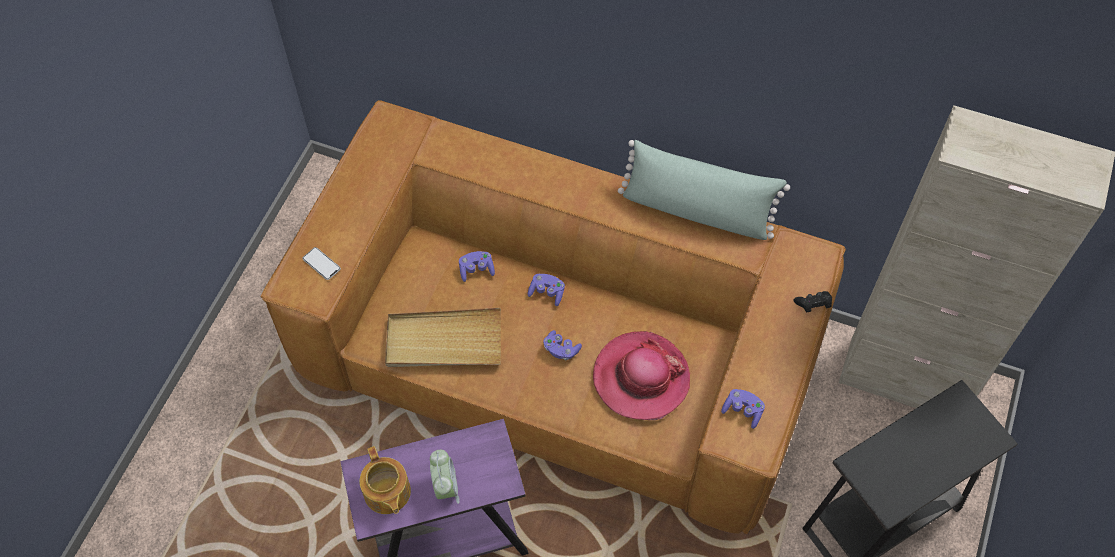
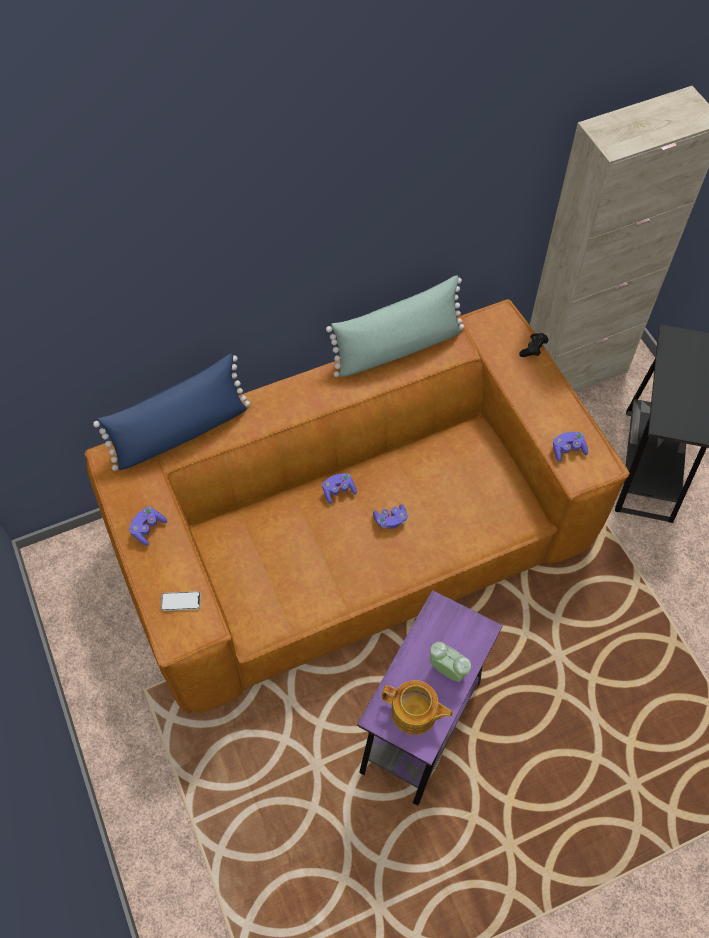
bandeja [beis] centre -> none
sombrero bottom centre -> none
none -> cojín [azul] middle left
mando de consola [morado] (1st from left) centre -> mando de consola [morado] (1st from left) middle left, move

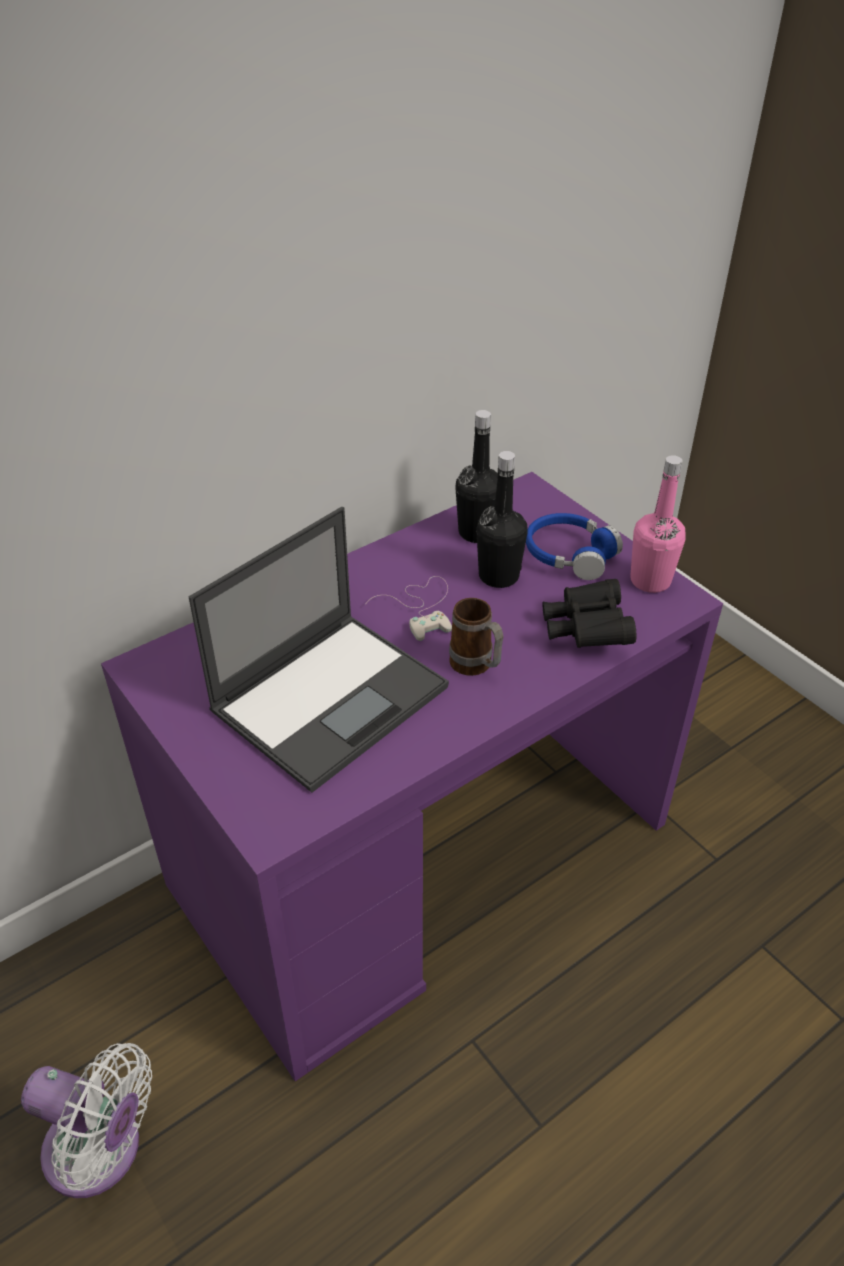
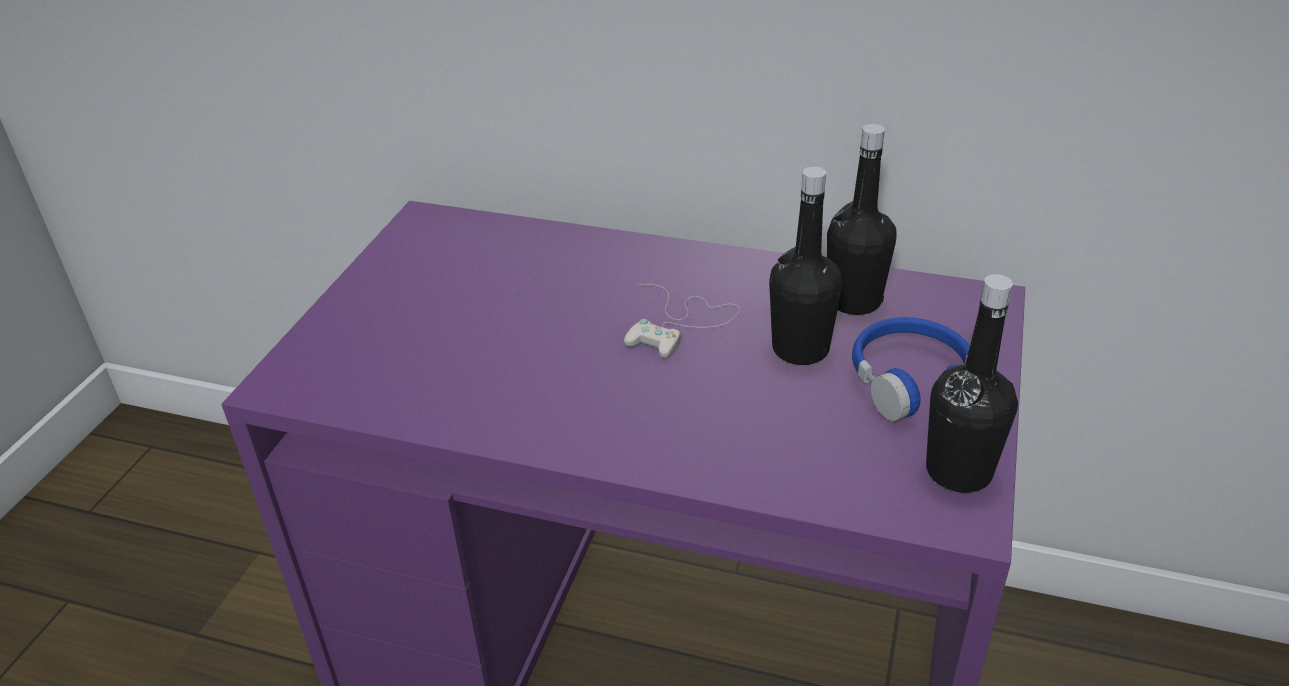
ventilador [blanco] bottom left -> none
portátil centre -> none
taza grande centre -> none
prismáticos [negro] middle right -> none
botella [rosa] middle right -> botella [negro] (3rd from left) middle right

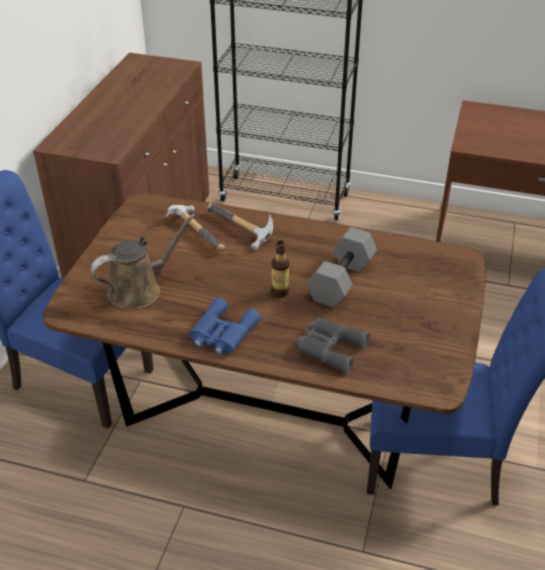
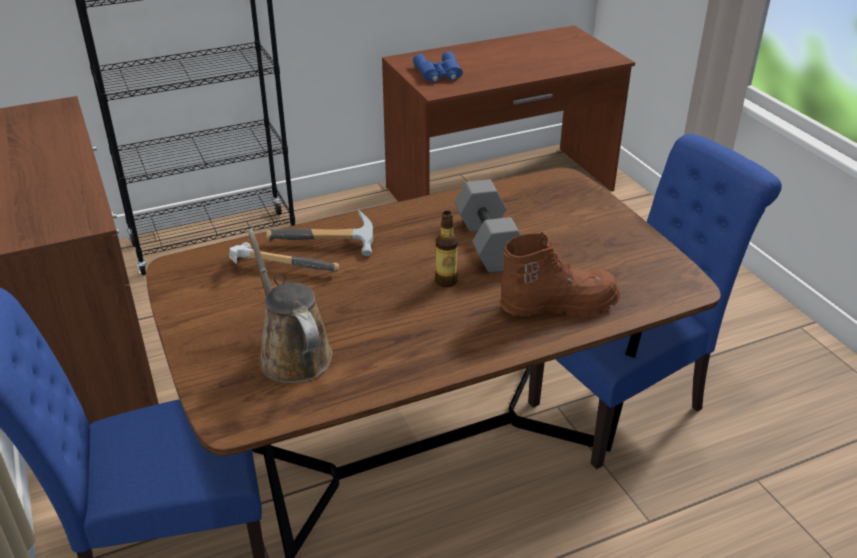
prismáticos [azul] centre -> prismáticos [azul] top centre, move
prismáticos [gris] centre -> bota [marrón] centre
regadera [marrón] middle left -> regadera [marrón] centre, 45 degrees counterclockwise

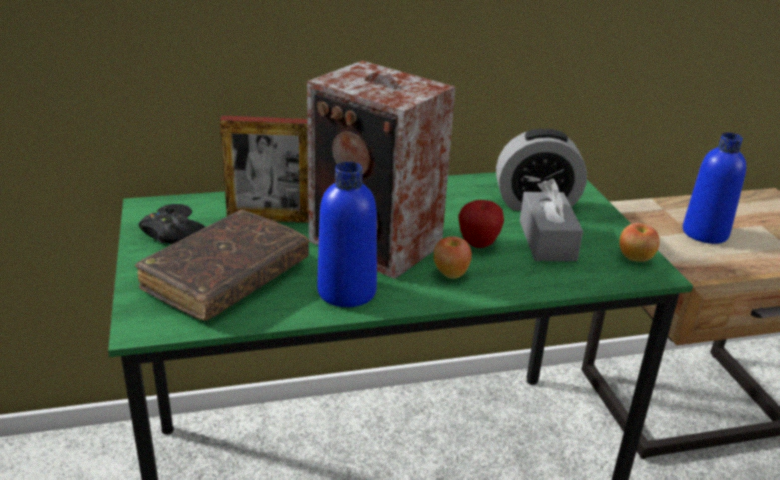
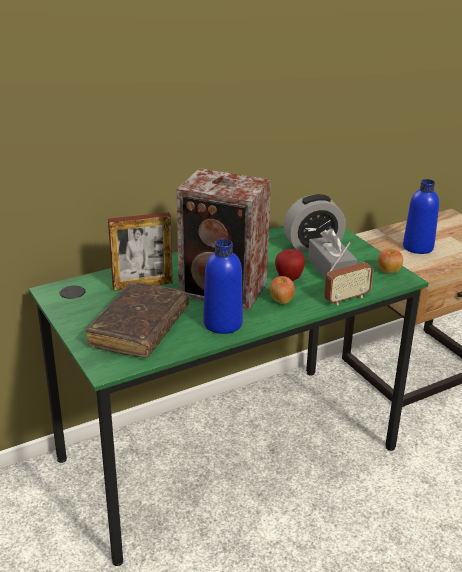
mando de consola [negro] middle left -> none
none -> radio middle right

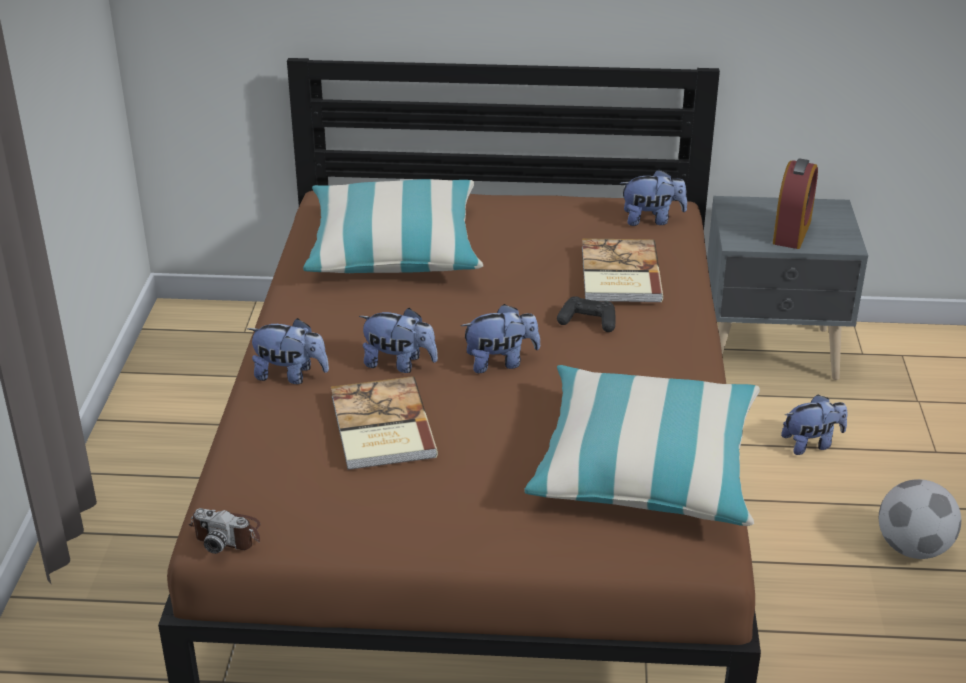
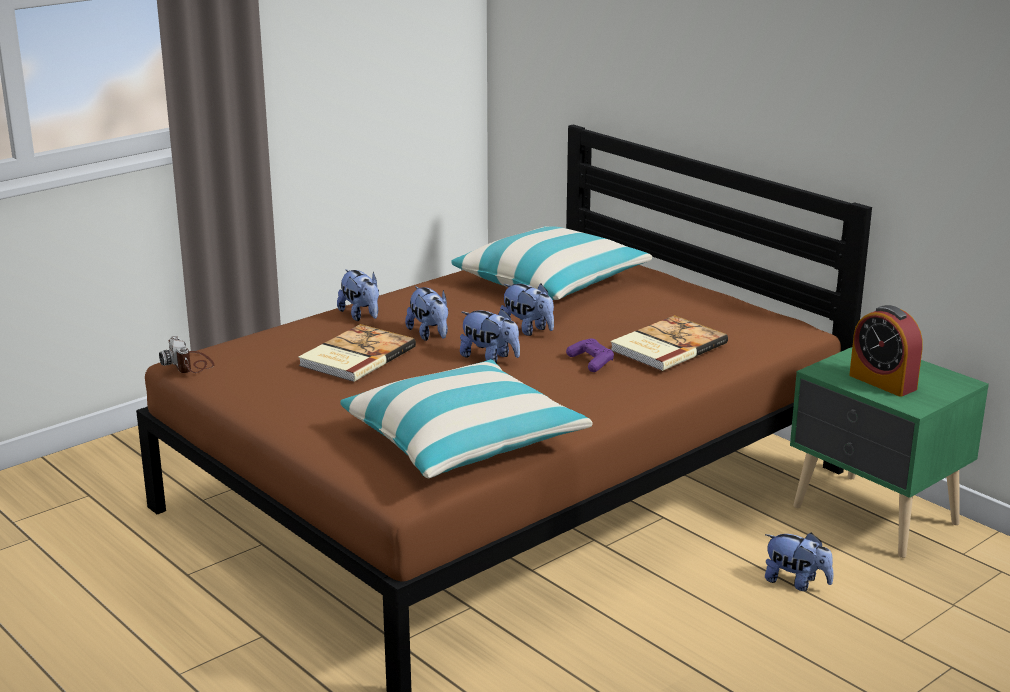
balón de fútbol bottom right -> none
peluche (4th from left) top right -> peluche (4th from left) centre, move
mando de consola [negro] centre -> mando de consola [morado] centre
mesita de noche [gris] middle right -> mesita de noche [verde] middle right
despertador top right -> despertador middle right, 75 degrees clockwise

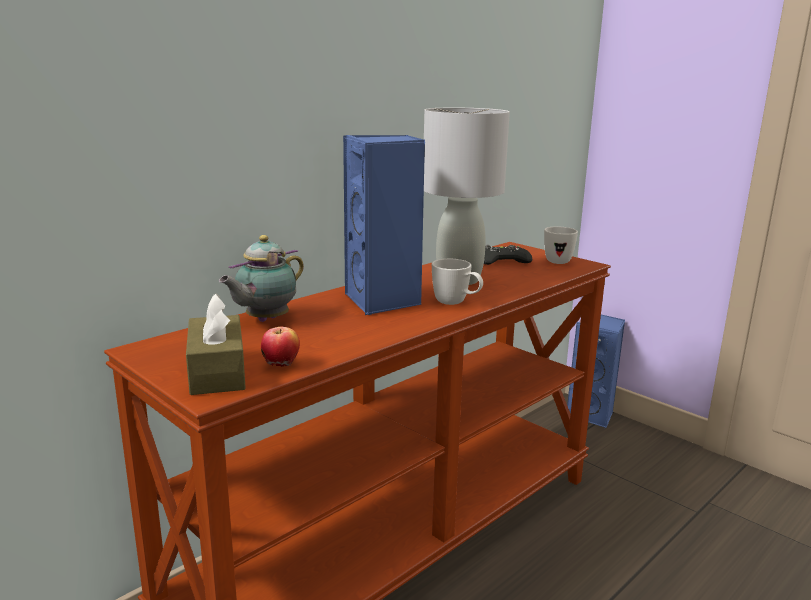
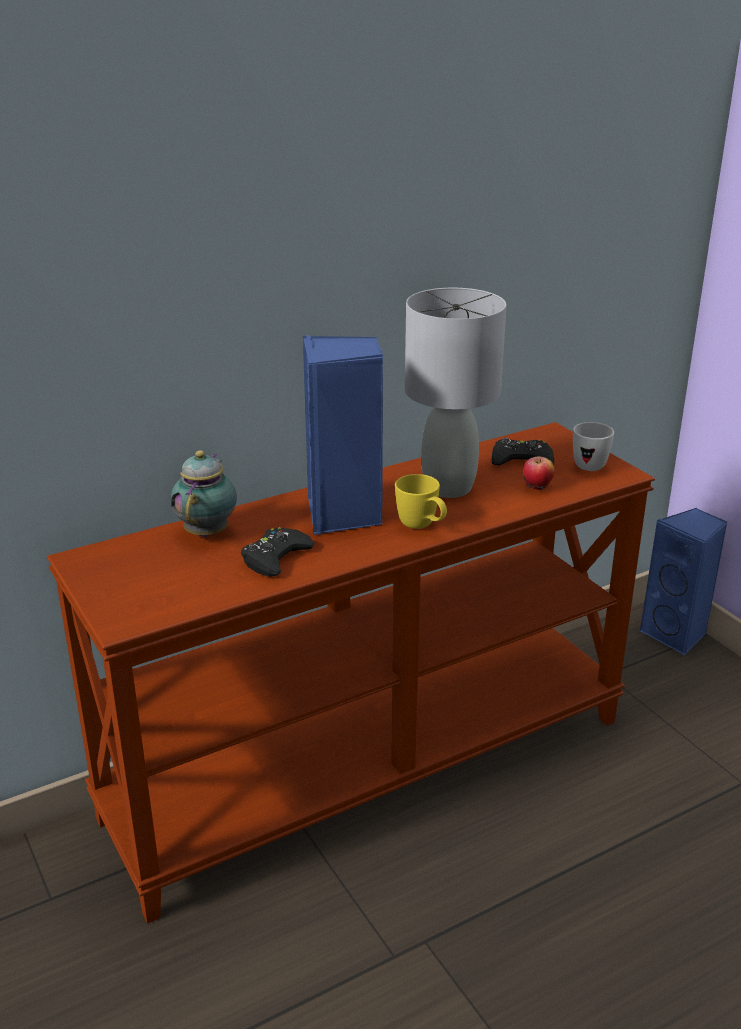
caja de pañuelos [marrón] middle left -> none
none -> mando de consola [negro] (1st from left) centre
manzana centre -> manzana middle right, move
taza grande [blanco] (1st from left) centre -> taza grande [amarillo] centre
tetera middle left, 135 degrees clockwise

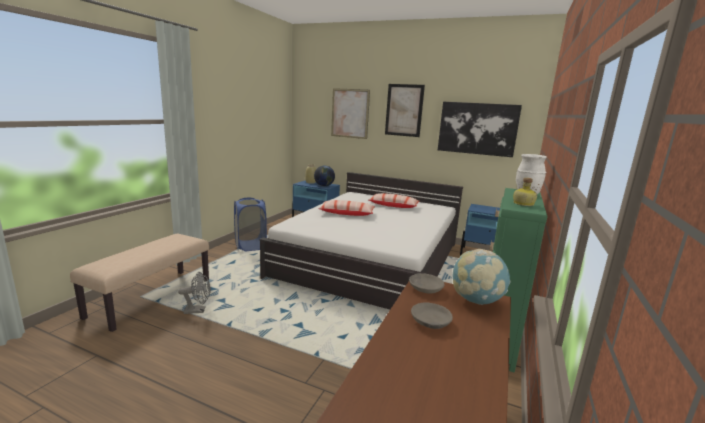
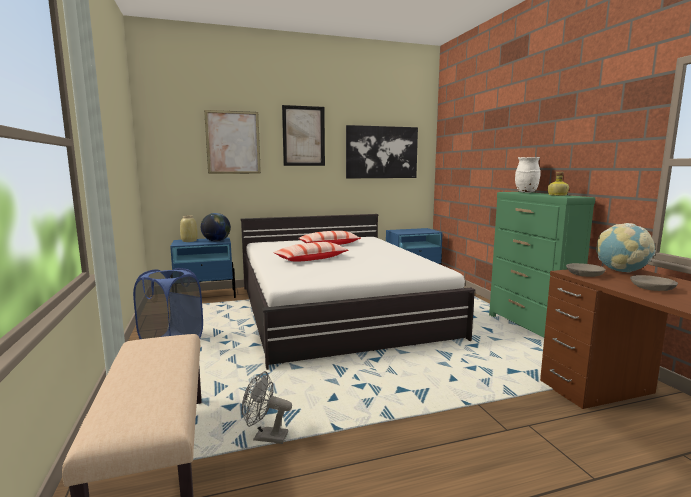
ventilador [gris] bottom left -> ventilador [gris] bottom centre, 120 degrees counterclockwise

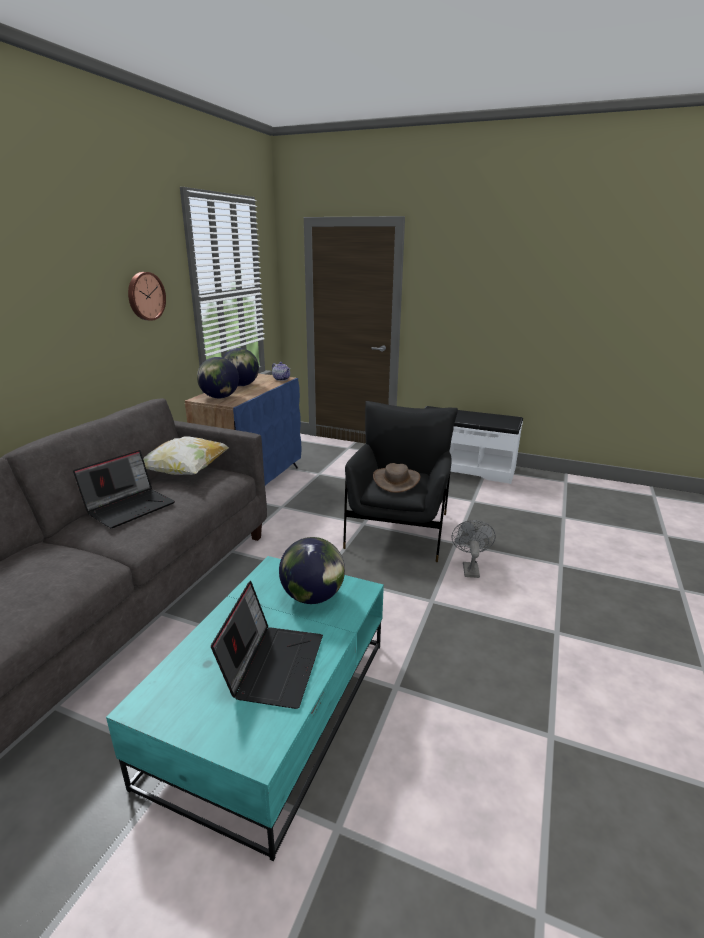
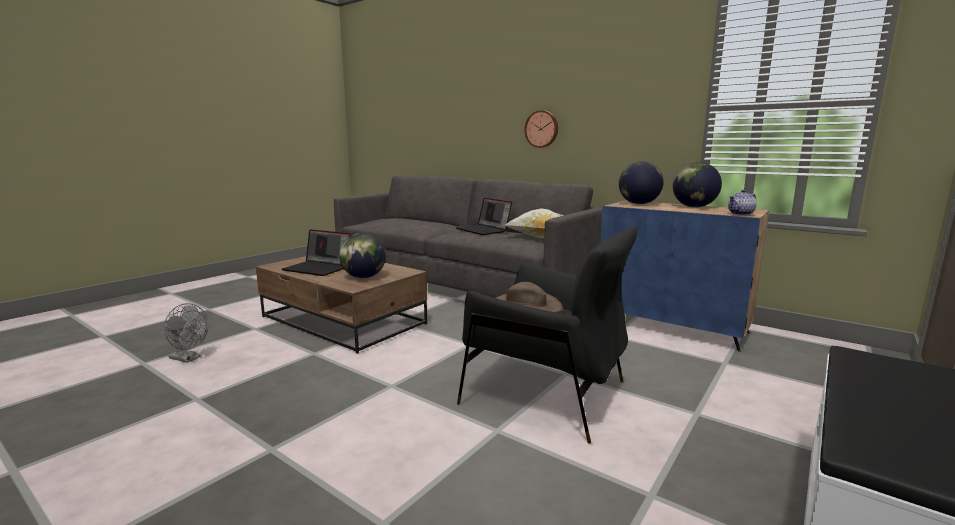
reloj de pared top left -> reloj de pared top centre, move
ventilador [gris] middle right -> ventilador [gris] middle left, move
mesa de centro [turquesa] bottom centre -> mesa de centro [marrón] centre

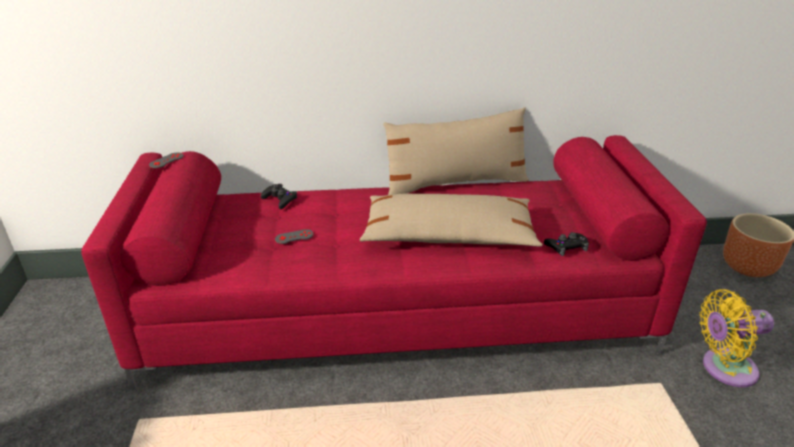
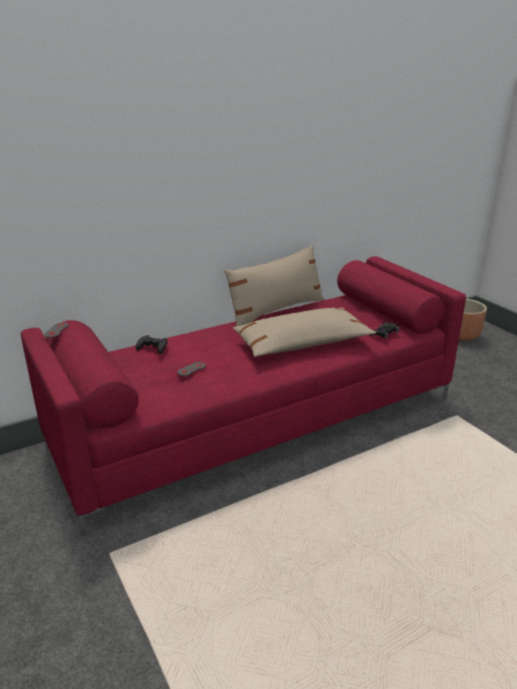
ventilador [amarillo] bottom right -> none

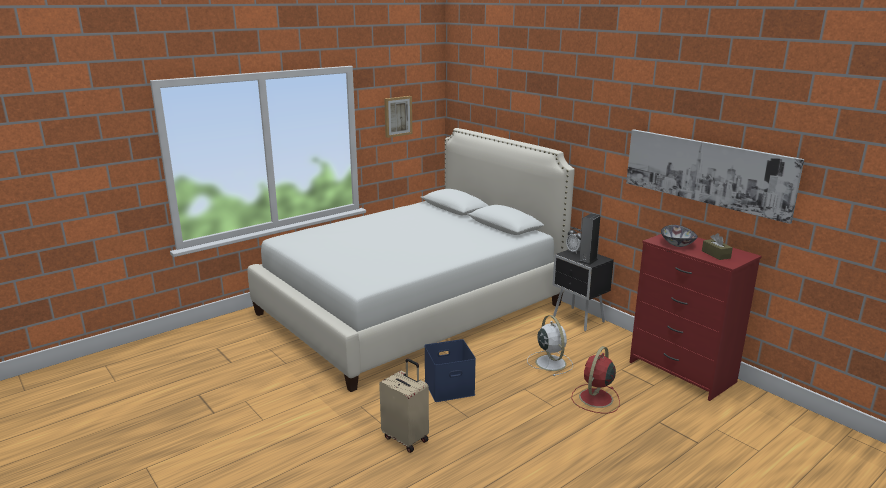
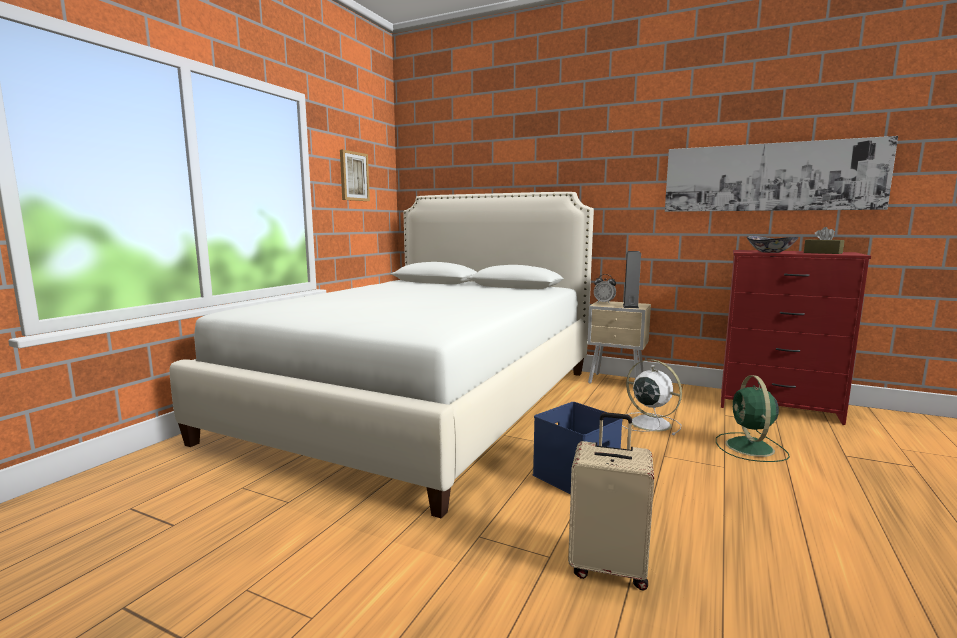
mesita de noche [negro] centre -> mesita de noche [beis] centre
ventilador [rojo] bottom right -> ventilador [verde] middle right

